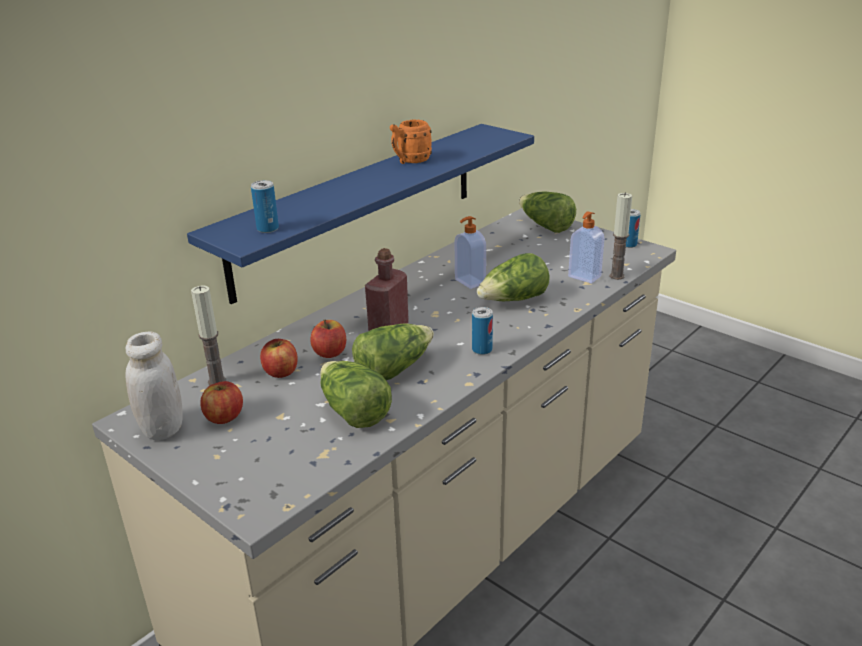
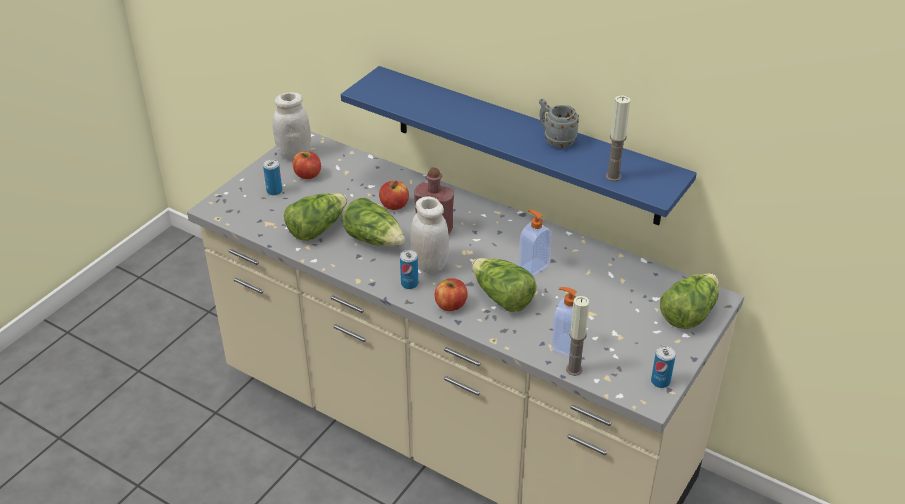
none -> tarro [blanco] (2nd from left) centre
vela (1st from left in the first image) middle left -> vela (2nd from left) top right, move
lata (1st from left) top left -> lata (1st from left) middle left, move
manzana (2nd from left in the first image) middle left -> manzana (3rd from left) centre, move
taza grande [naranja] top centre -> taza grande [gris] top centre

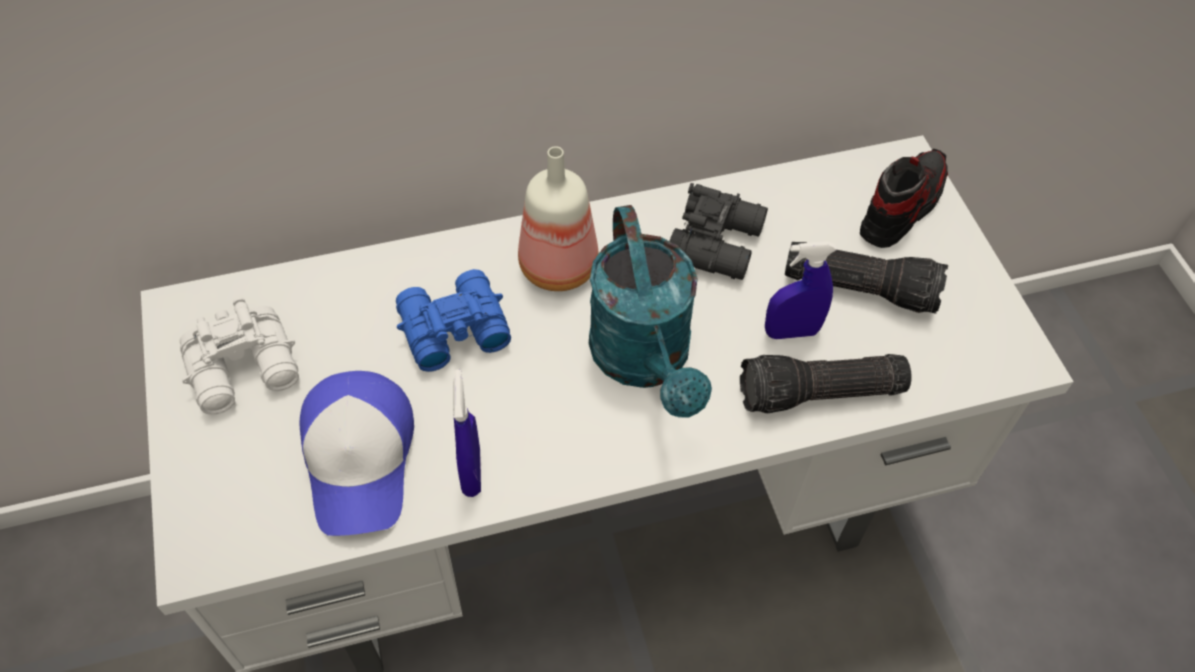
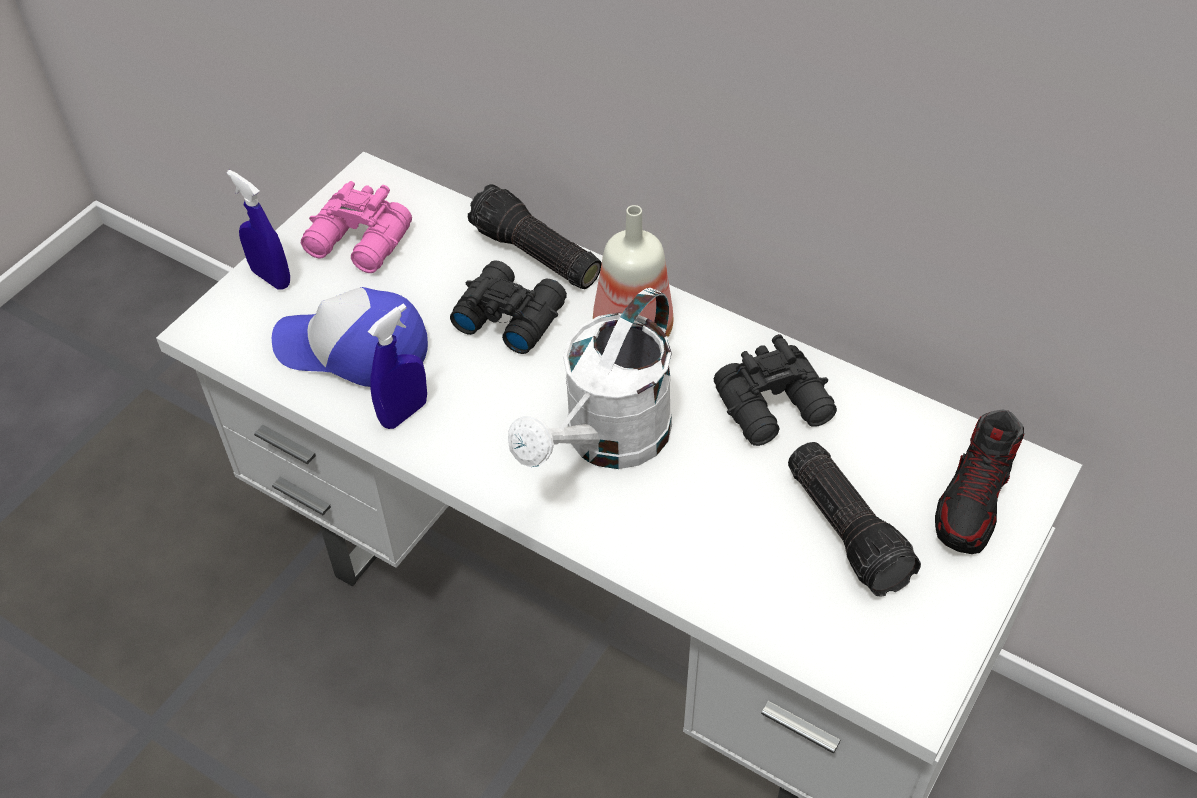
linterna (1st from left) middle right -> linterna (1st from left) top centre, move
pulverizador [azul] (2nd from left in the first image) middle right -> pulverizador [azul] (1st from left) top left, move
prismáticos [blanco] middle left -> prismáticos [rosa] top left
prismáticos [azul] centre -> prismáticos [negro] (1st from left) centre
regadera [turquesa] centre -> regadera [blanco] centre
gorra bottom left -> gorra middle left, 60 degrees clockwise
zapato top right -> zapato middle right, 120 degrees clockwise

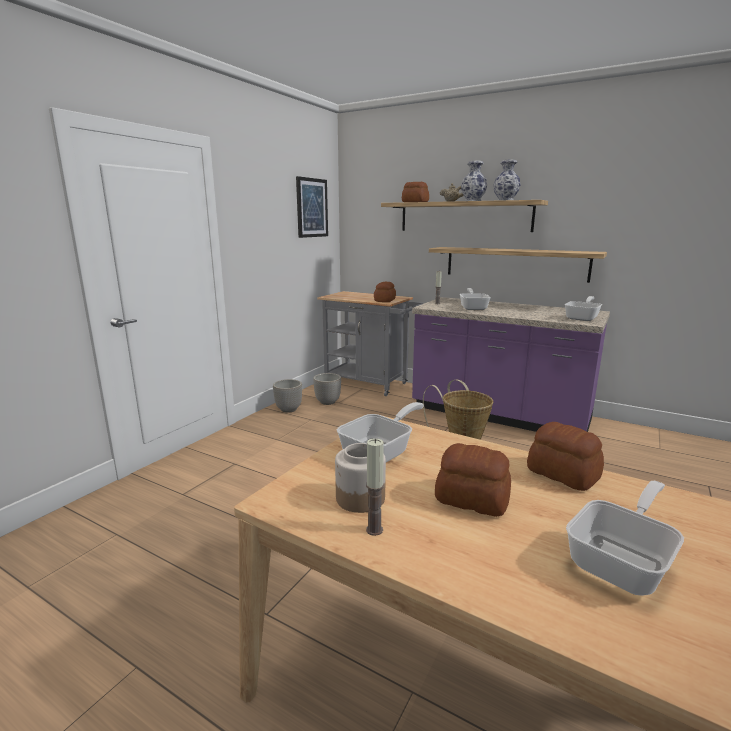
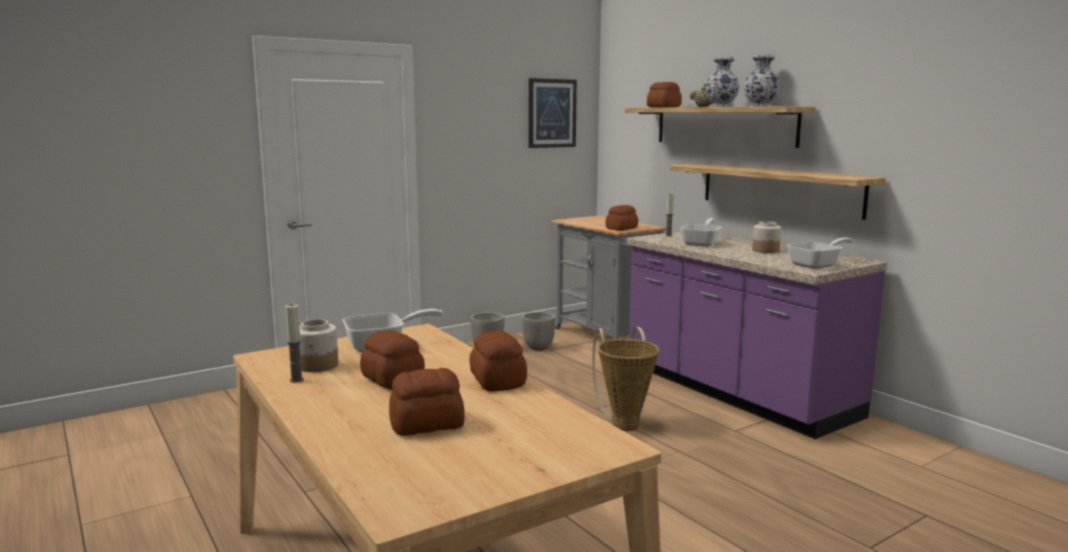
none -> tarro (2nd from left) middle right
sartén (4th from left) bottom right -> pan (2nd from left) bottom centre

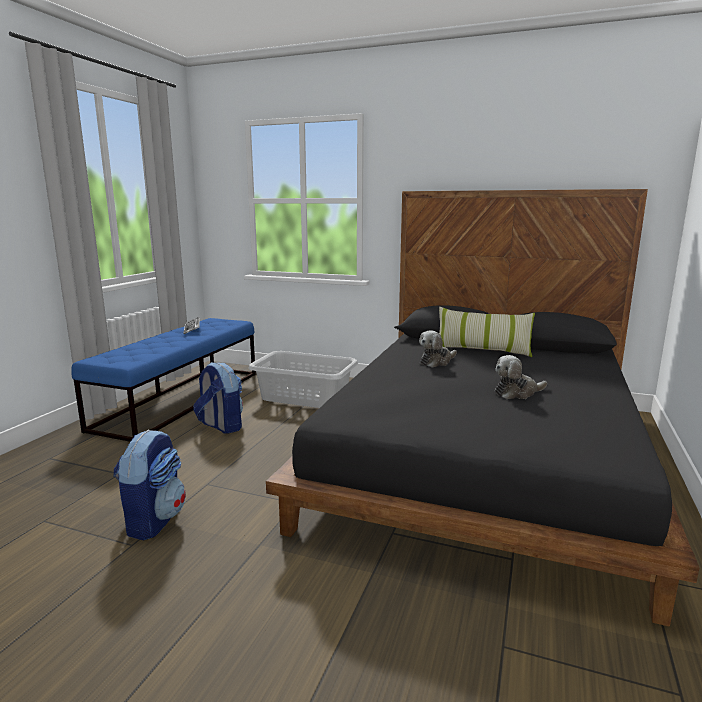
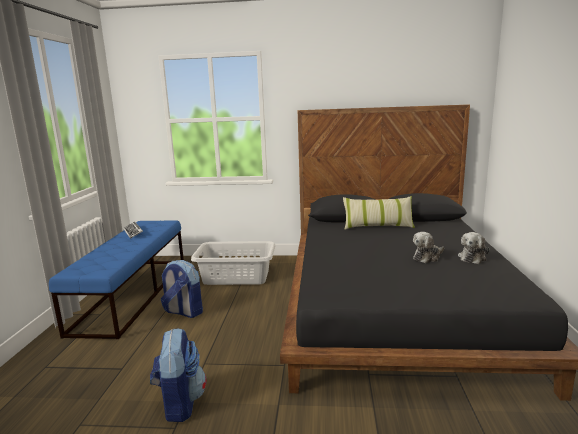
peluche (1st from left in the first image) centre -> peluche (2nd from left) middle right, move

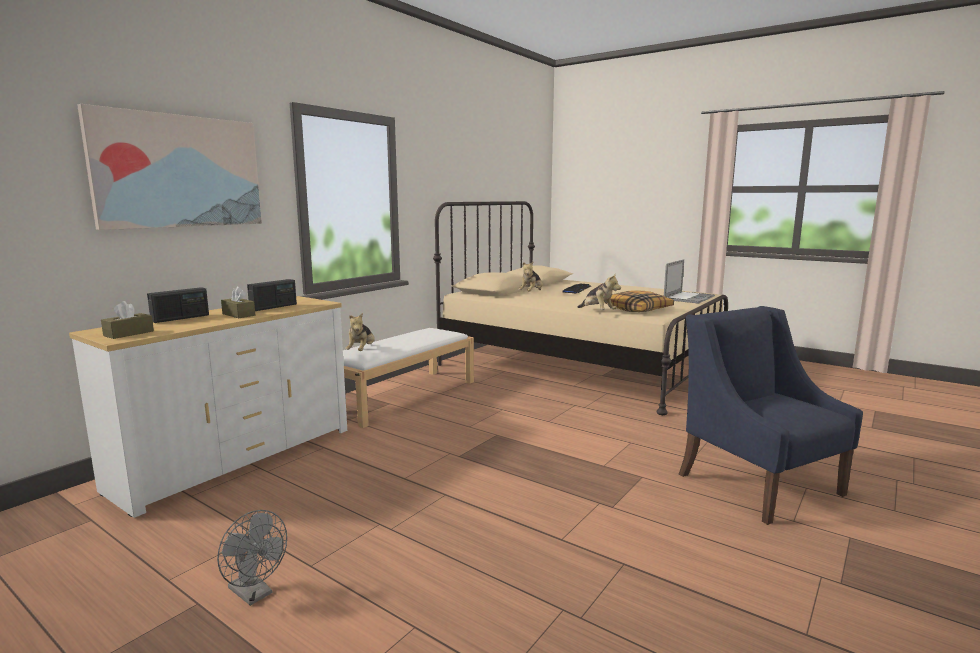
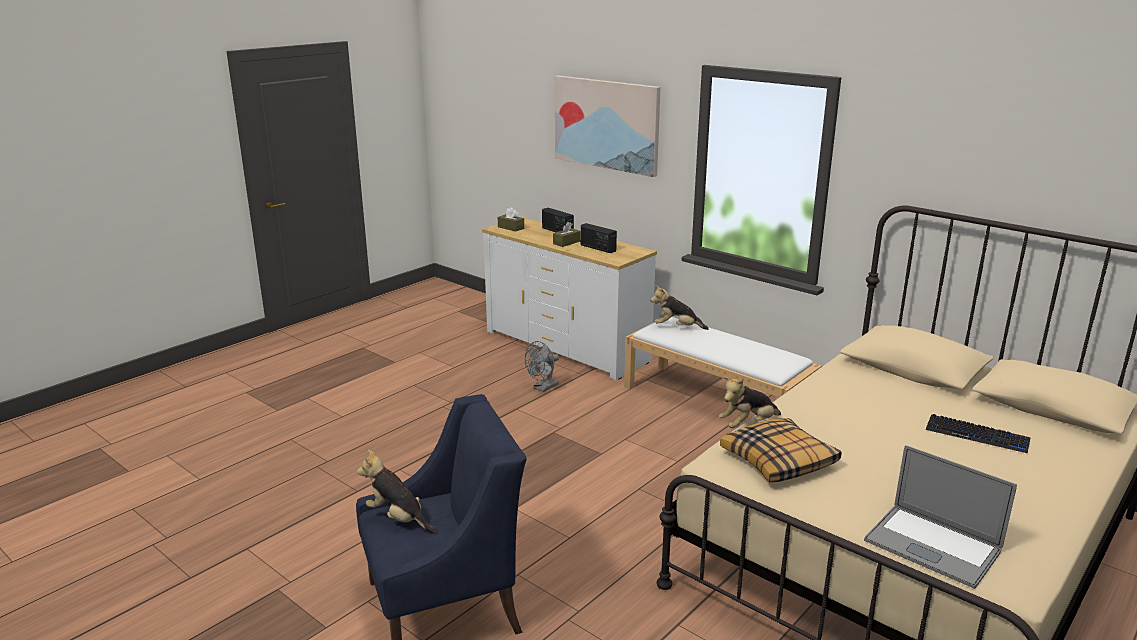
ventilador [gris] bottom left -> ventilador [gris] centre, move
peluche (2nd from left in the first image) centre -> peluche (1st from left) bottom centre, move

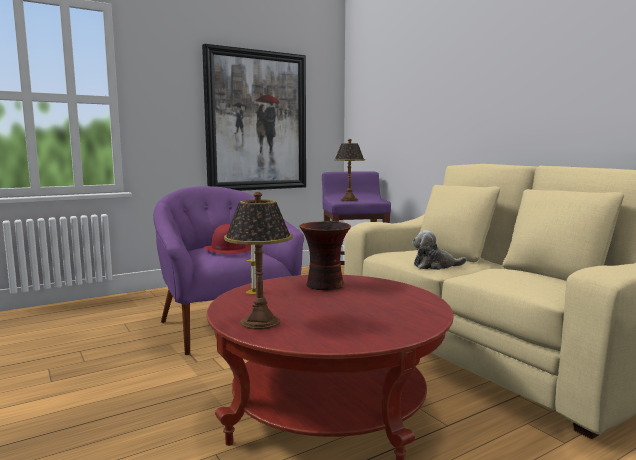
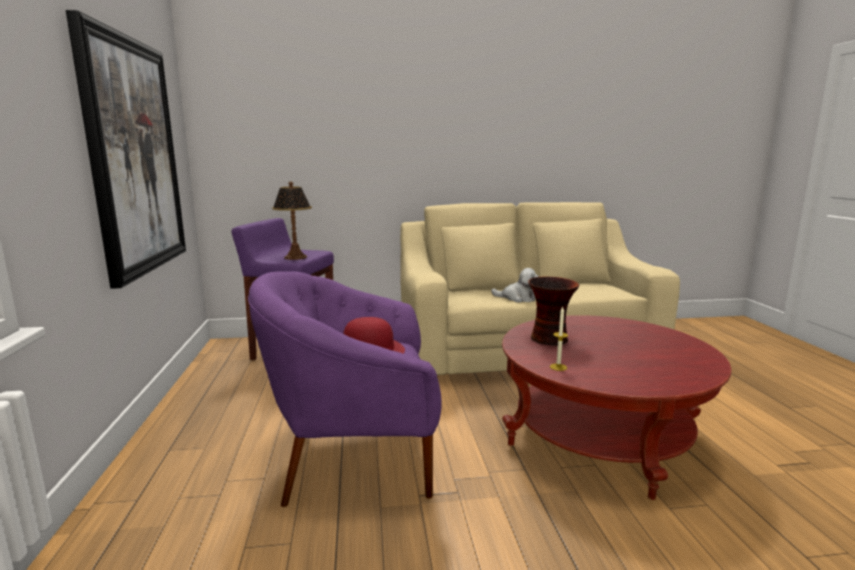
lámpara de mesa (1st from left) centre -> none
peluche middle right -> peluche centre, 90 degrees counterclockwise

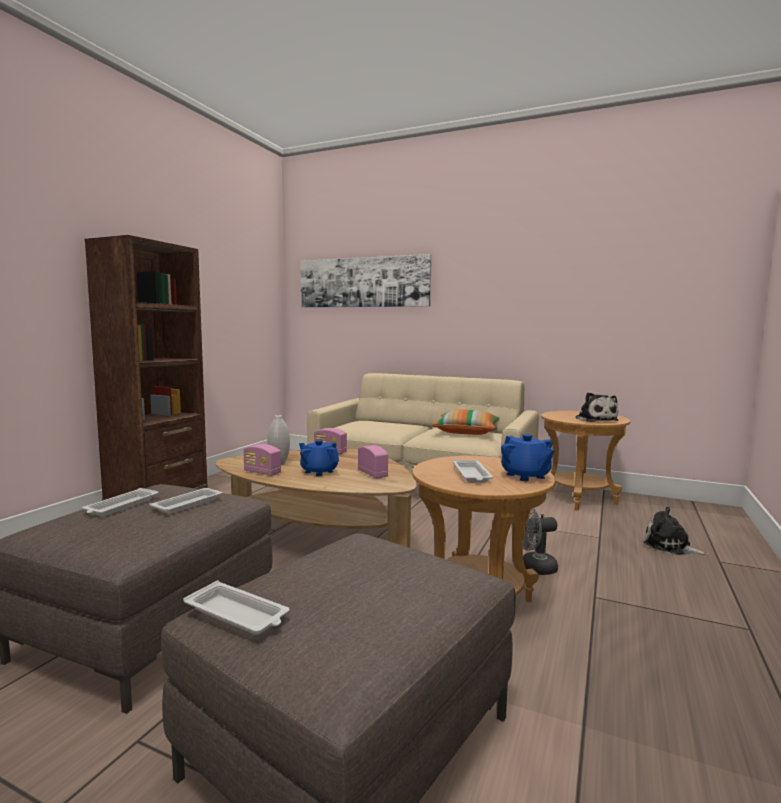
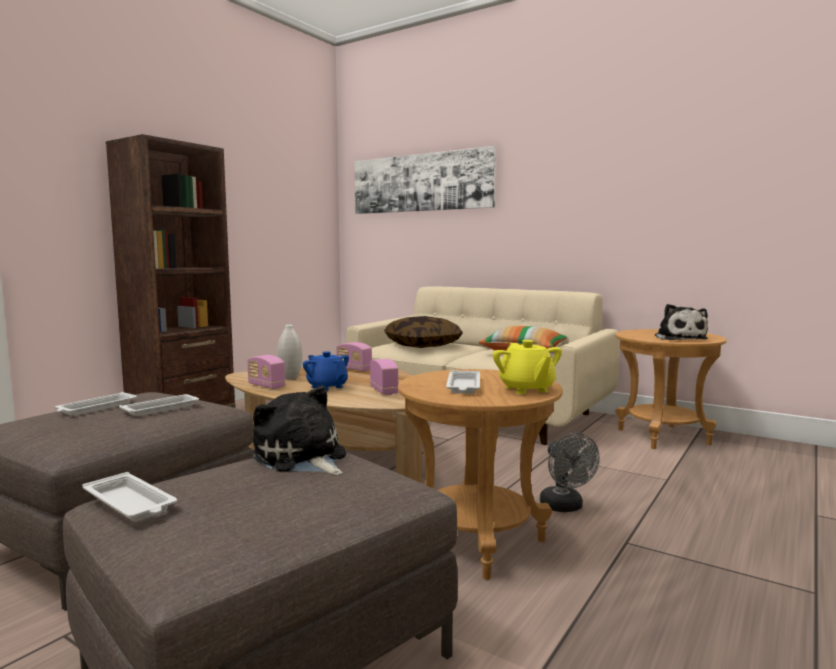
none -> cojín (1st from left) centre
peluche (2nd from left in the first image) middle right -> peluche (1st from left) centre, move
tetera [azul] (2nd from left) middle right -> tetera [amarillo] centre
ventilador [gris] bottom right, 105 degrees counterclockwise

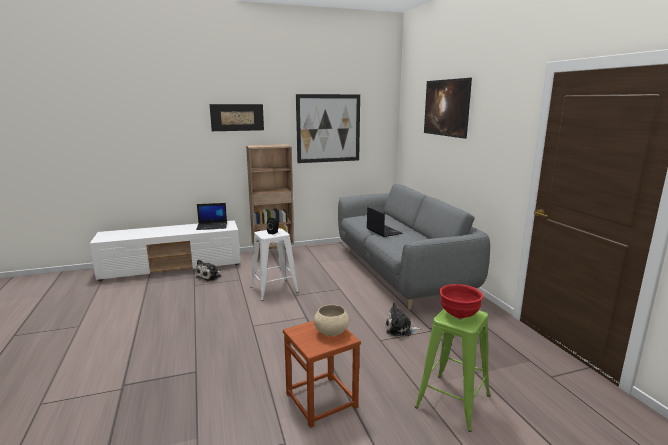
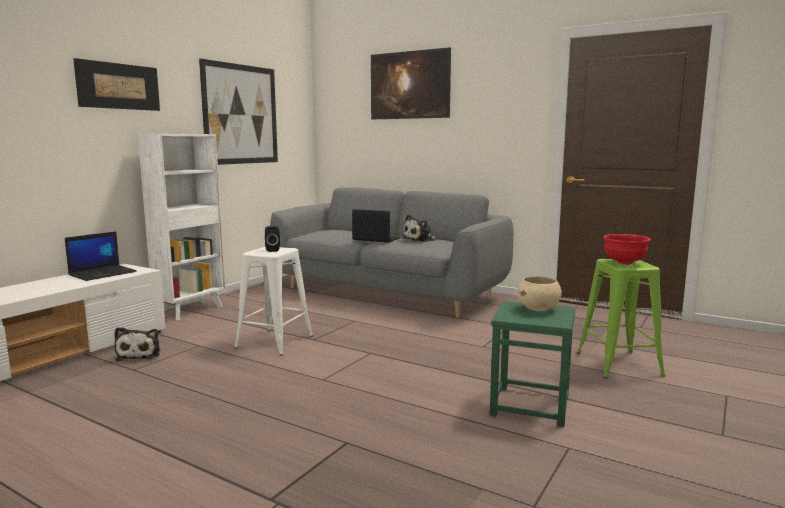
peluche (2nd from left) bottom centre -> peluche (2nd from left) centre, move
estantería [marrón] centre -> estantería [blanco] middle left
taburete [marrón] bottom centre -> taburete [verde] (1st from left) bottom right

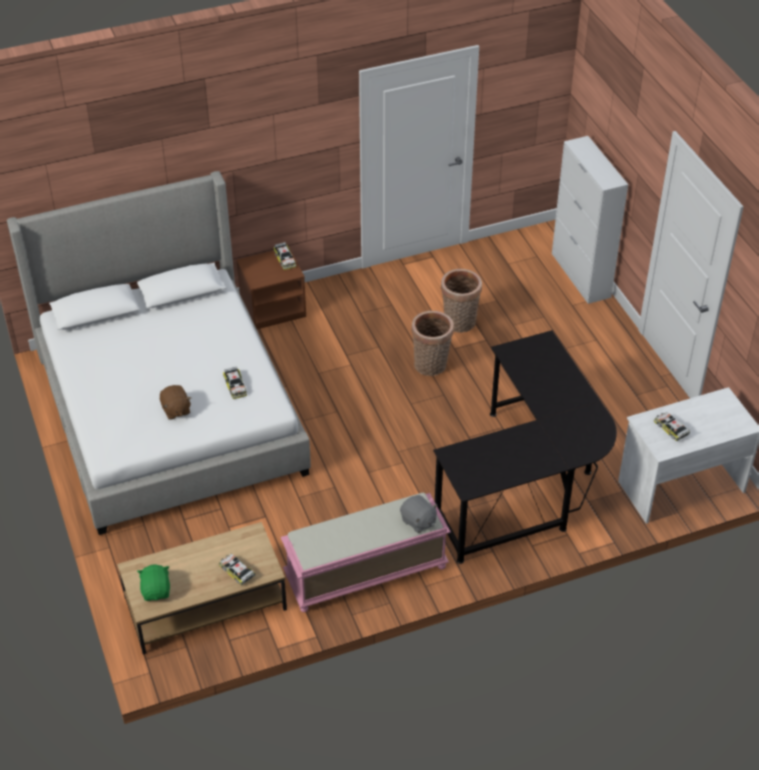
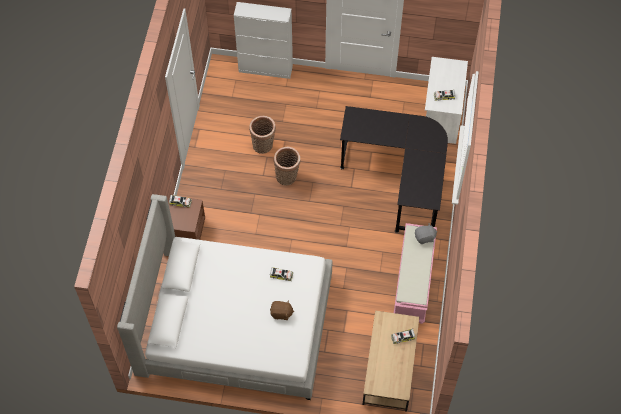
peluche [verde] bottom left -> none

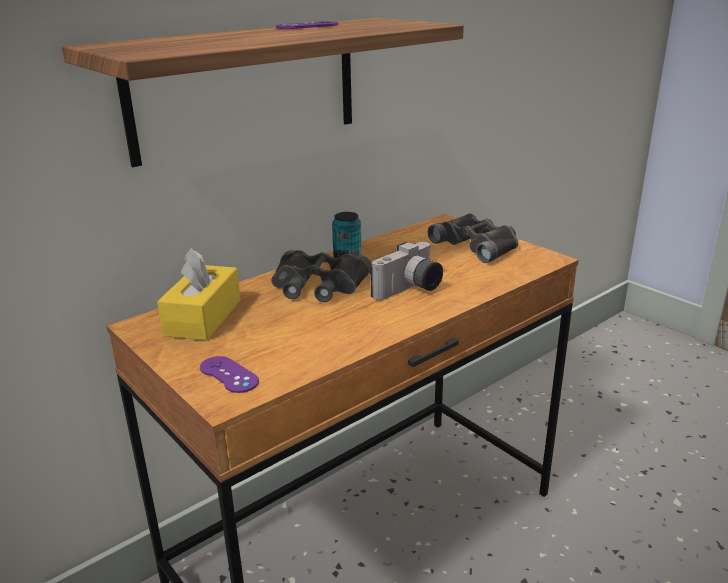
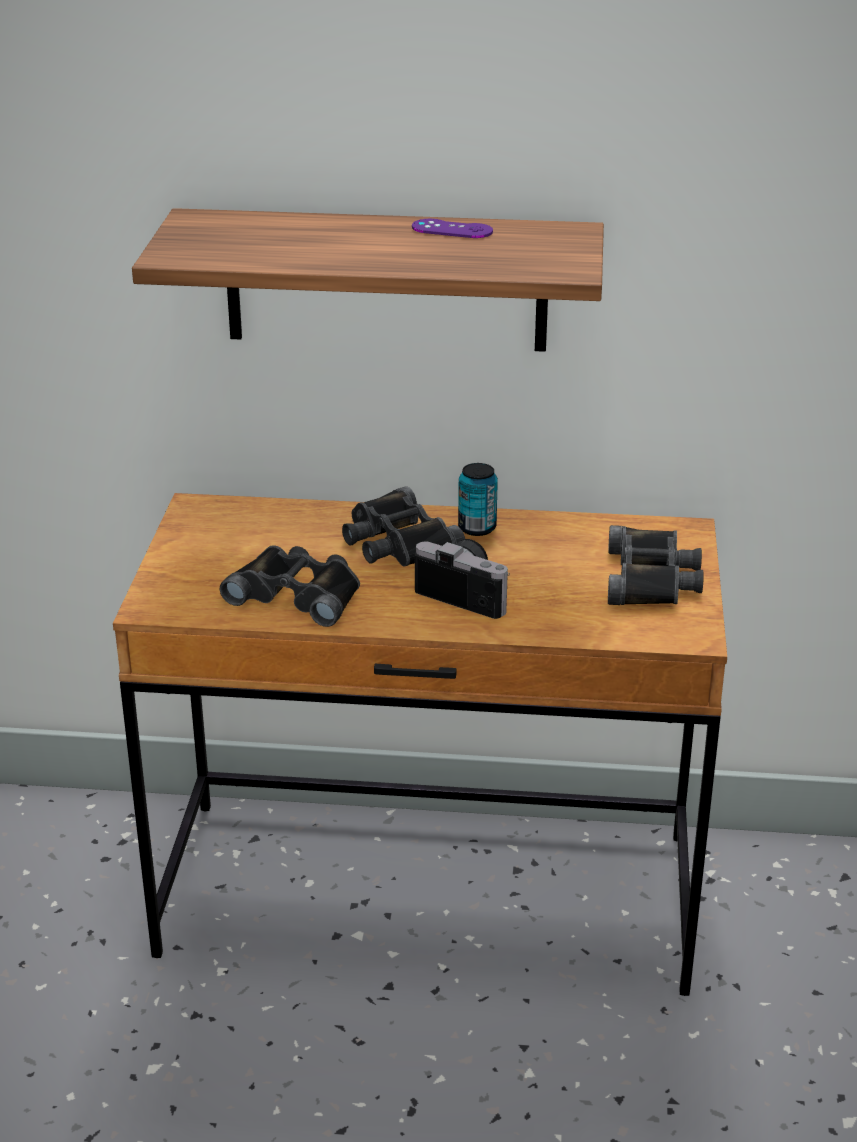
caja de pañuelos [amarillo] middle left -> none
mando de consola [morado] (1st from left) middle left -> none
none -> prismáticos [negro] (1st from left) centre
cámara centre, 150 degrees counterclockwise

